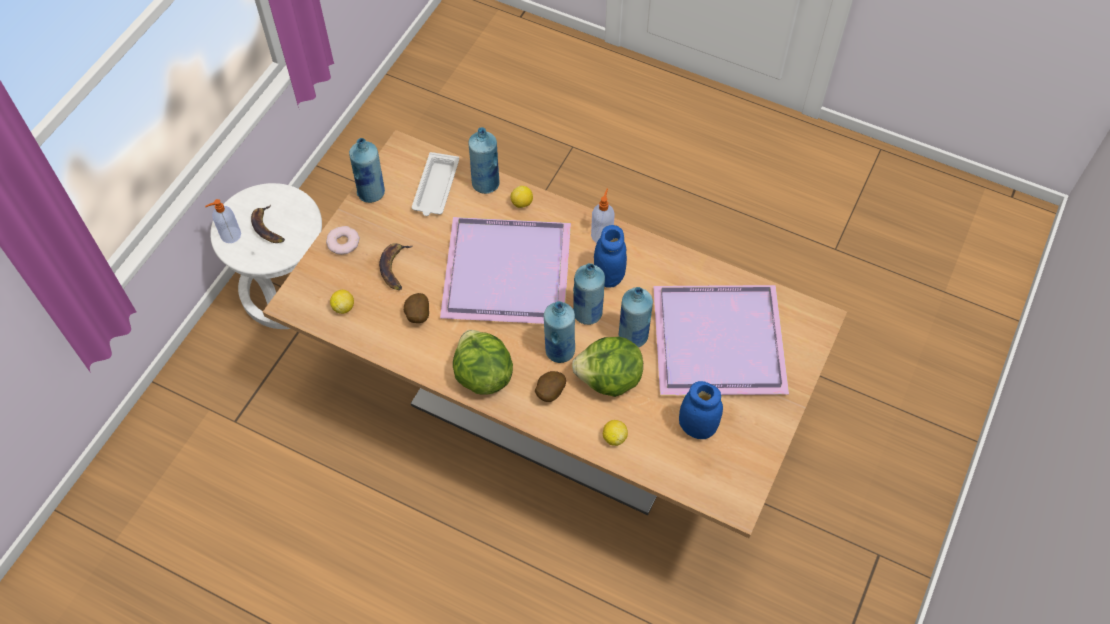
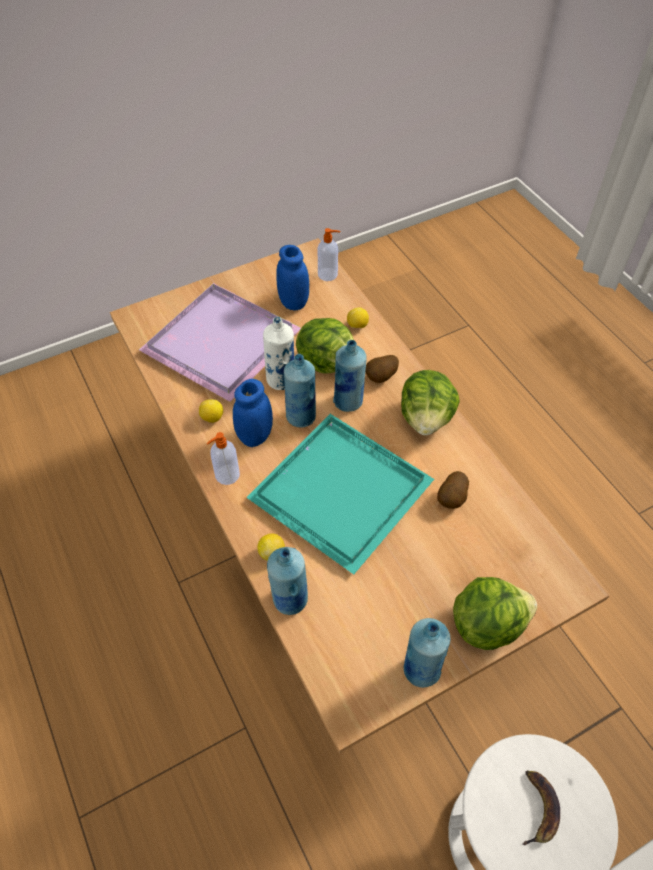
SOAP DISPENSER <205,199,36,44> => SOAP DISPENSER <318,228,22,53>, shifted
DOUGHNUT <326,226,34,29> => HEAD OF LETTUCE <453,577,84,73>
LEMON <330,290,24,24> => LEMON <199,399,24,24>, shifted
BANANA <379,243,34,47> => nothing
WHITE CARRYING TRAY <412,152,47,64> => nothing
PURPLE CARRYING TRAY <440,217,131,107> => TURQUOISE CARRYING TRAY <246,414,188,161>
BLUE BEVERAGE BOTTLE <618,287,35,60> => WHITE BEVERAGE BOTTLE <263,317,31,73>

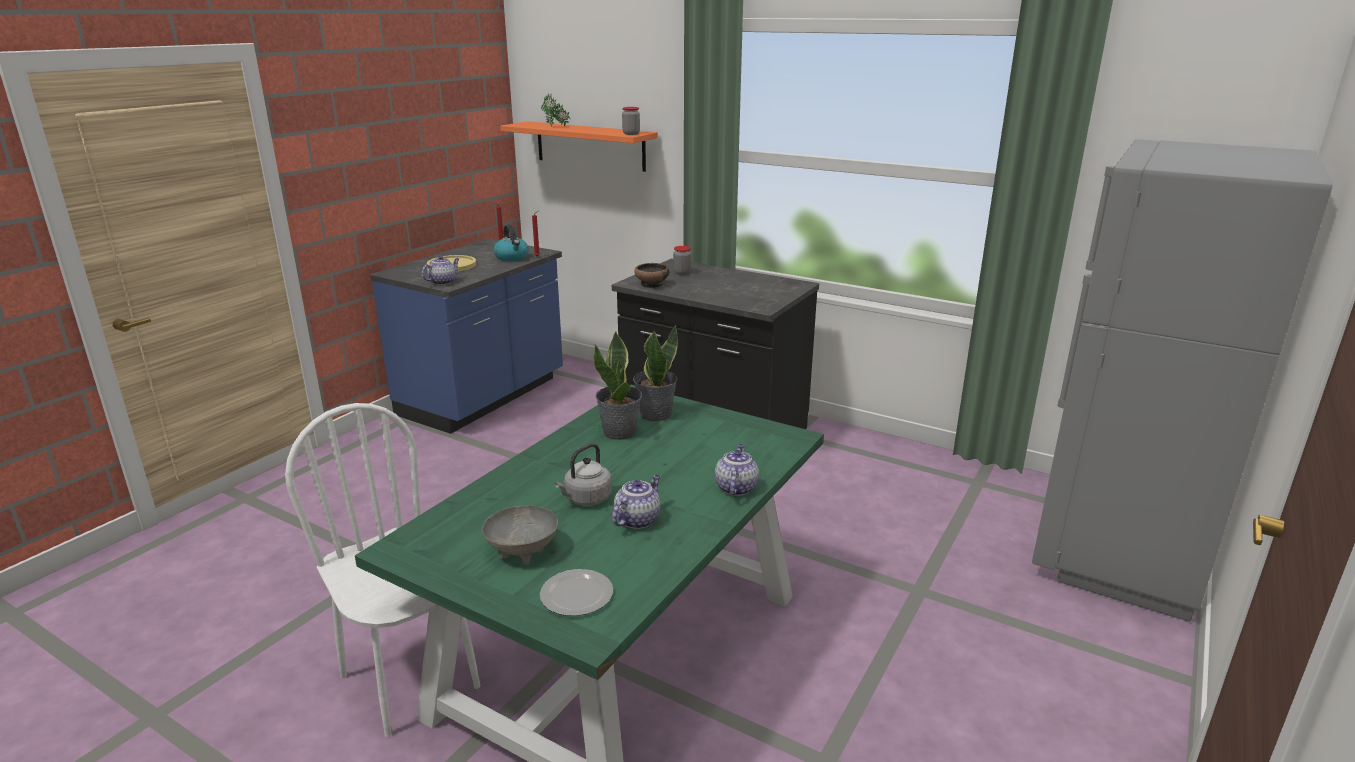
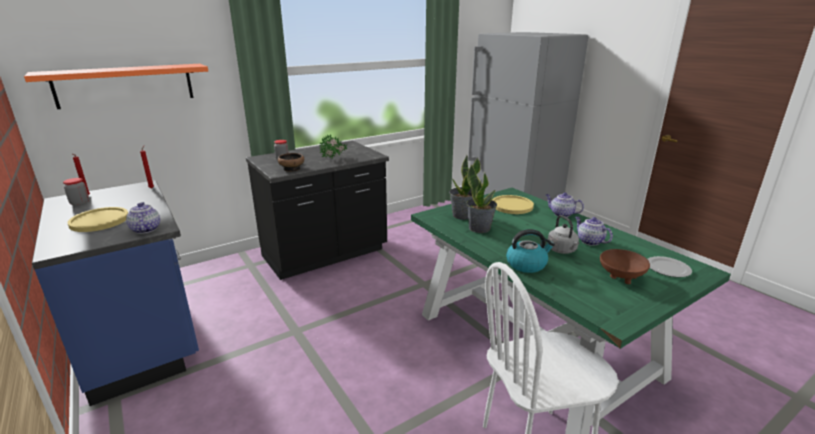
GRAY SERVING BOWL <482,505,76,59> => BROWN SERVING BOWL <600,249,50,35>
KETTLE <494,225,35,36> => KETTLE <506,229,49,44>, shifted
HOUSEPLANT <541,94,29,33> => HOUSEPLANT <319,134,28,25>, shifted
PRESERVE JAR <622,107,18,28> => PRESERVE JAR <63,178,26,28>, shifted
nothing => YELLOW-COLOURED FLAT DISH <492,195,42,19>

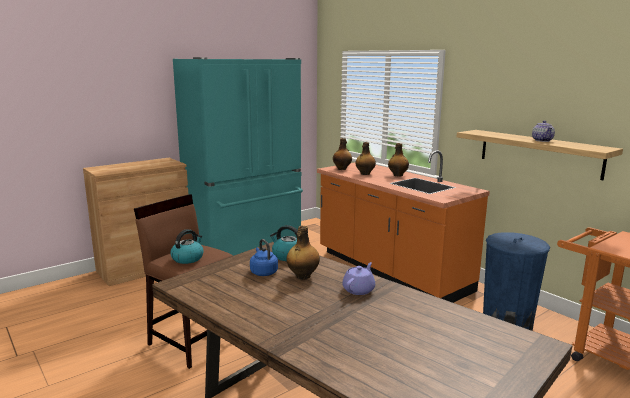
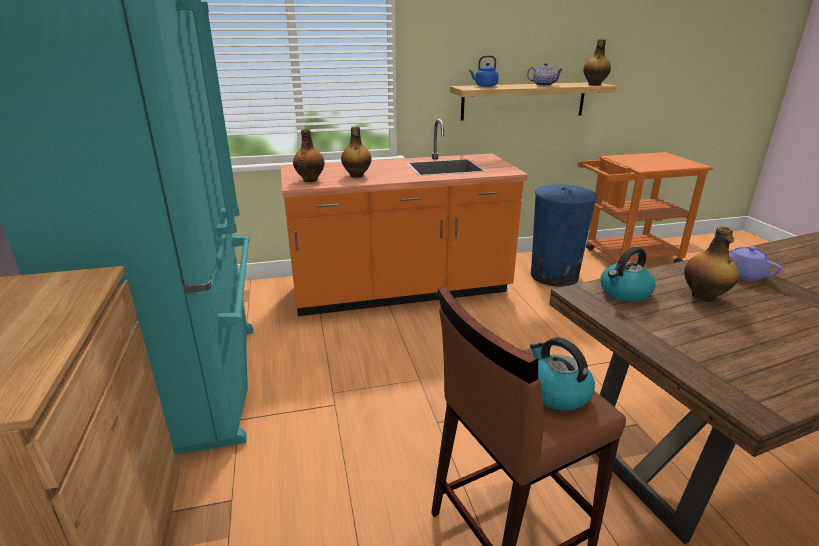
BLUE KETTLE <250,239,28,37> => BLUE KETTLE <469,55,30,32>, shifted
BEVERAGE BOTTLE <388,143,21,33> => BEVERAGE BOTTLE <583,39,28,47>, shifted

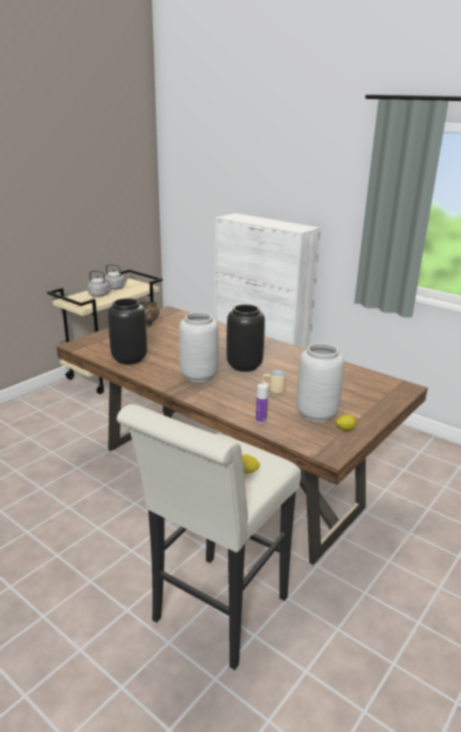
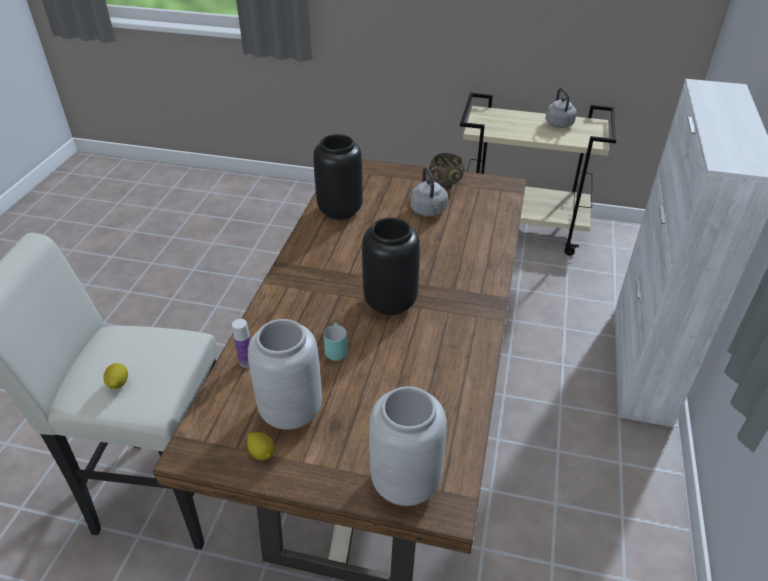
GRAY KETTLE <88,270,25,27> => GRAY KETTLE <410,167,38,50>, shifted
GRAY FLOWER VASE <179,312,40,70> => GRAY FLOWER VASE <369,386,78,120>, shifted
BEIGE MUG <262,370,24,24> => TURQUOISE MUG <323,322,25,39>

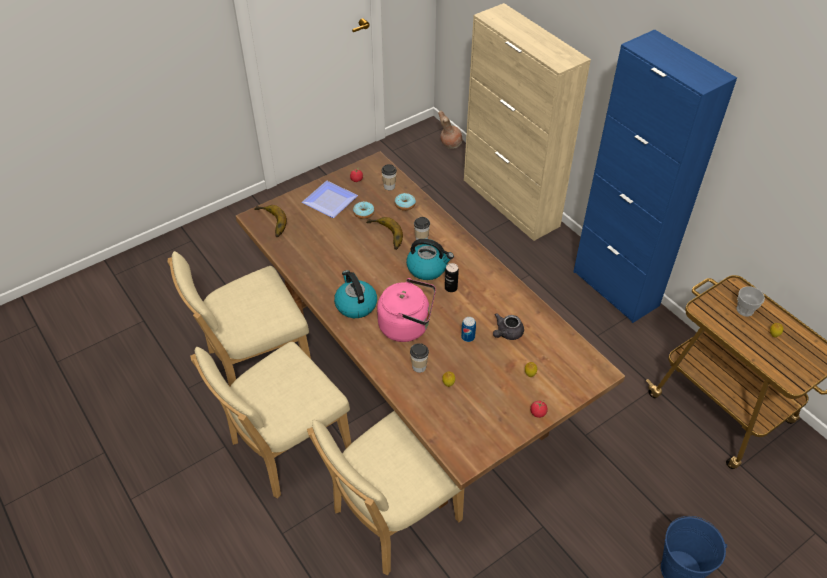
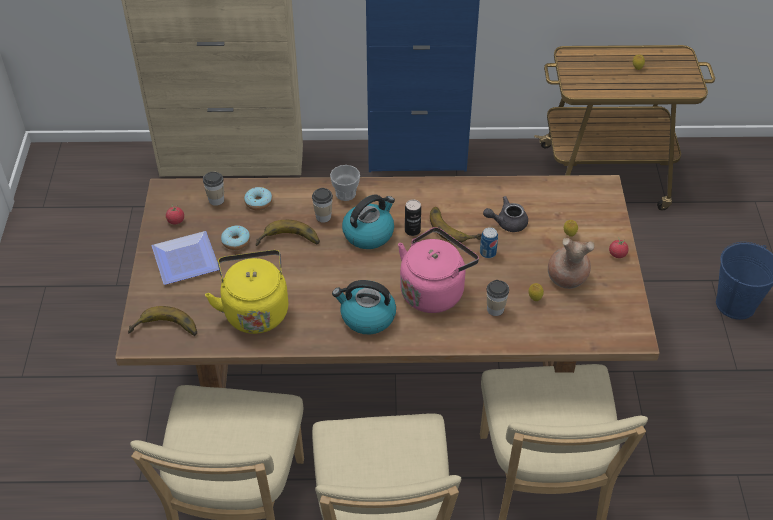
BROWN FLOWER VASE <438,111,25,38> => BROWN FLOWER VASE <548,238,46,51>, shifted
GRAY TEAPOT <493,313,31,27> => GRAY TEAPOT <483,196,45,36>, 90 degrees clockwise
DRINKING CUP <736,286,29,31> => DRINKING CUP <330,165,30,36>, shifted
nothing => YELLOW-COLOURED KETTLE <205,250,83,84>
nothing => BANANA <430,207,52,36>

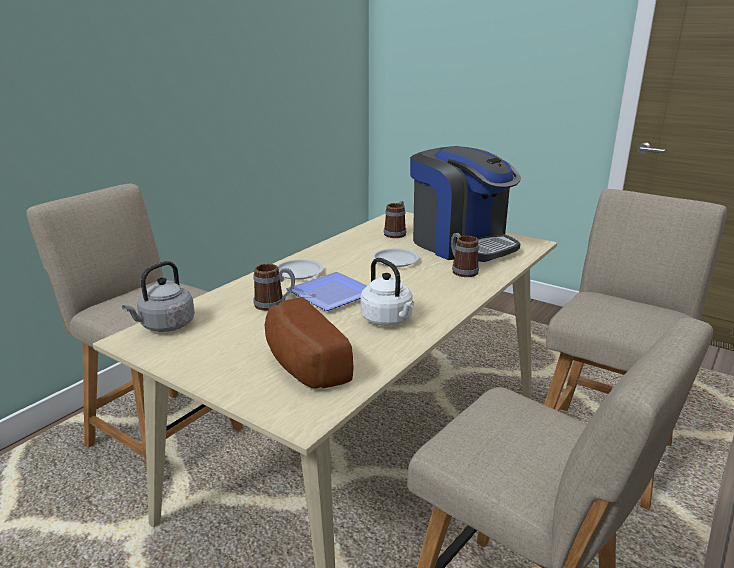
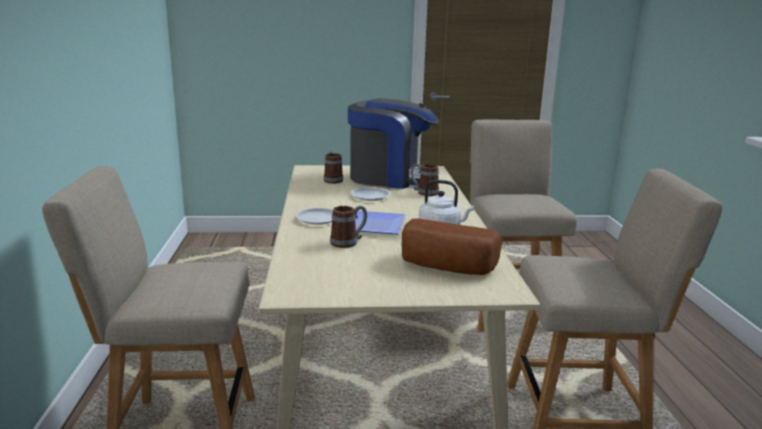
GRAY KETTLE <122,261,73,71> => nothing

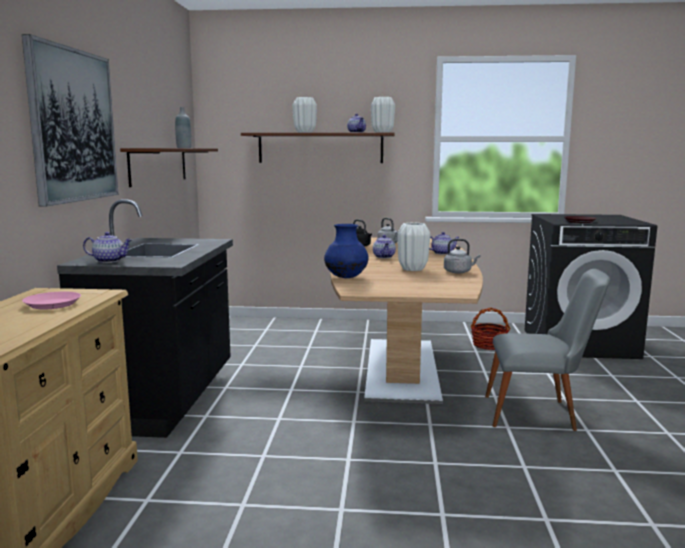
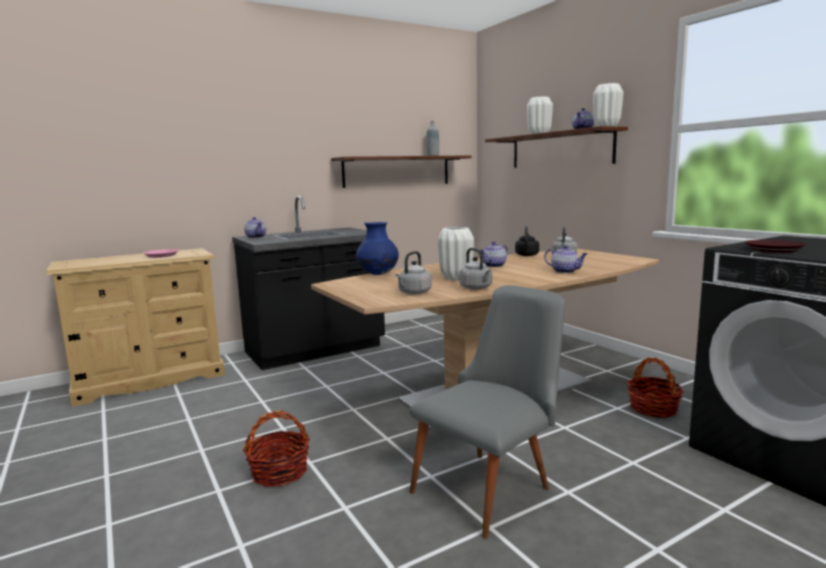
WALL PICTURE <22,34,97,173> => nothing
GRAY PLAIN CHAIR <485,269,125,162> => GRAY PLAIN CHAIR <409,285,156,254>, 105 degrees counterclockwise
nothing => STORAGE BASKET <243,411,67,76>
nothing => GRAY KETTLE <395,251,37,43>

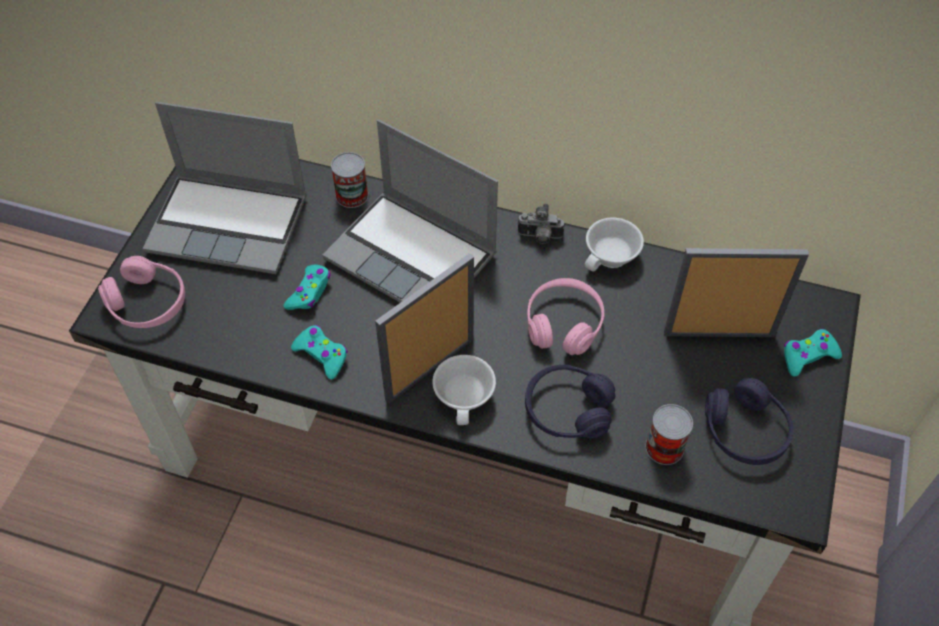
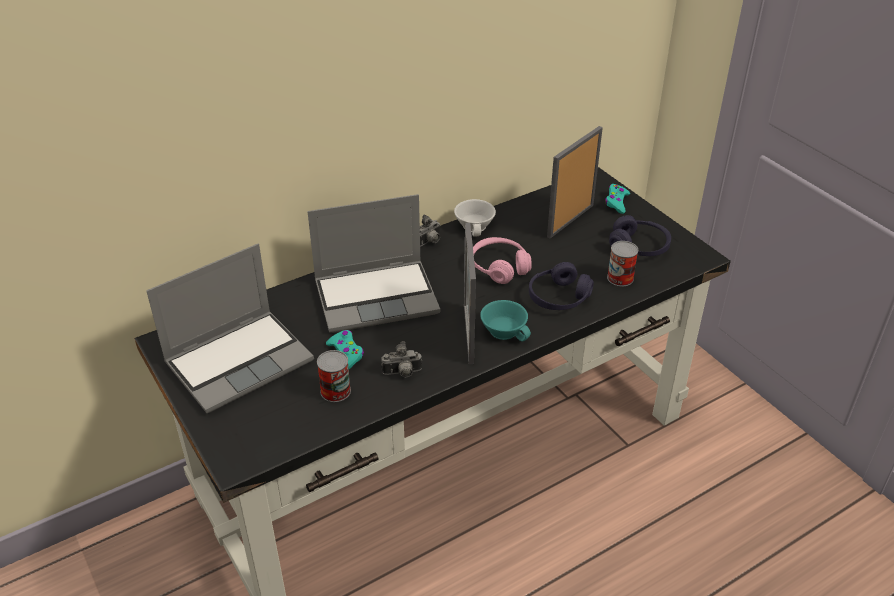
PINK PAIR OF HEADPHONES <98,256,87,72> => nothing
TURQUOISE GAMEPAD <291,325,57,54> => PHOTO CAMERA <381,341,41,36>
METAL CAN <331,152,37,56> => METAL CAN <317,350,34,52>, shifted
WHITE DRINKING CUP <432,355,64,70> => TURQUOISE DRINKING CUP <480,300,51,42>

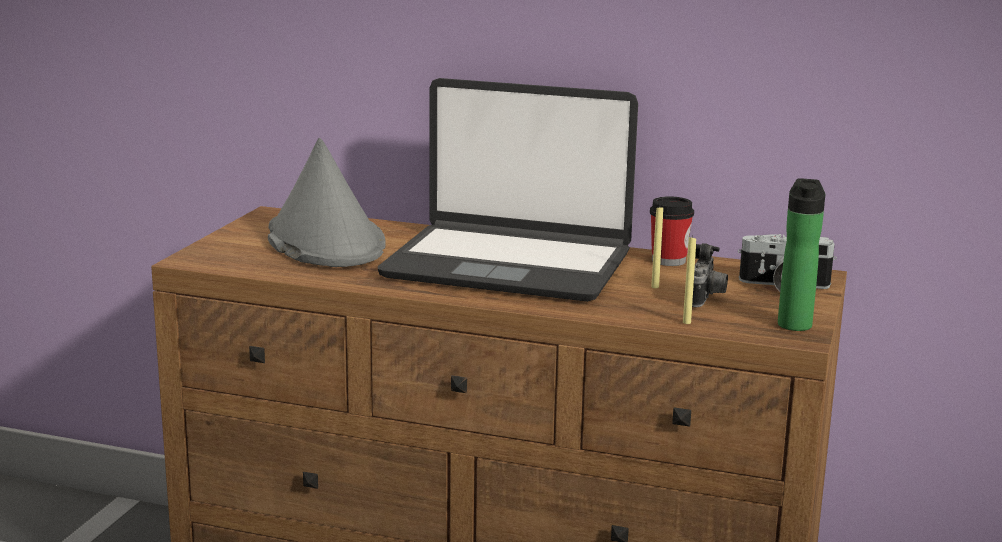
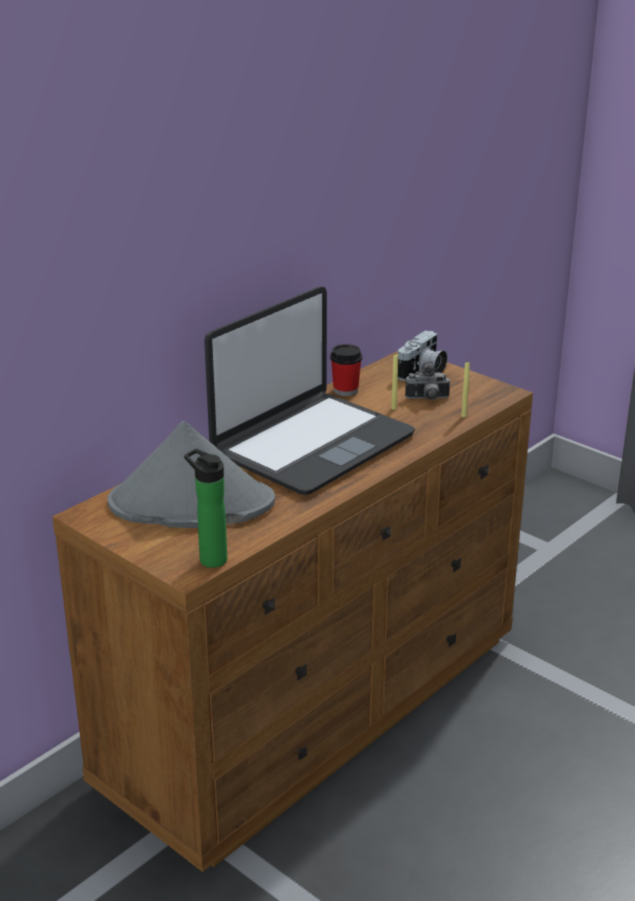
PHOTO CAMERA <692,243,36,65> => PHOTO CAMERA <405,361,46,39>, 135 degrees clockwise
BEVERAGE BOTTLE <778,178,47,153> => BEVERAGE BOTTLE <184,448,43,120>, shifted

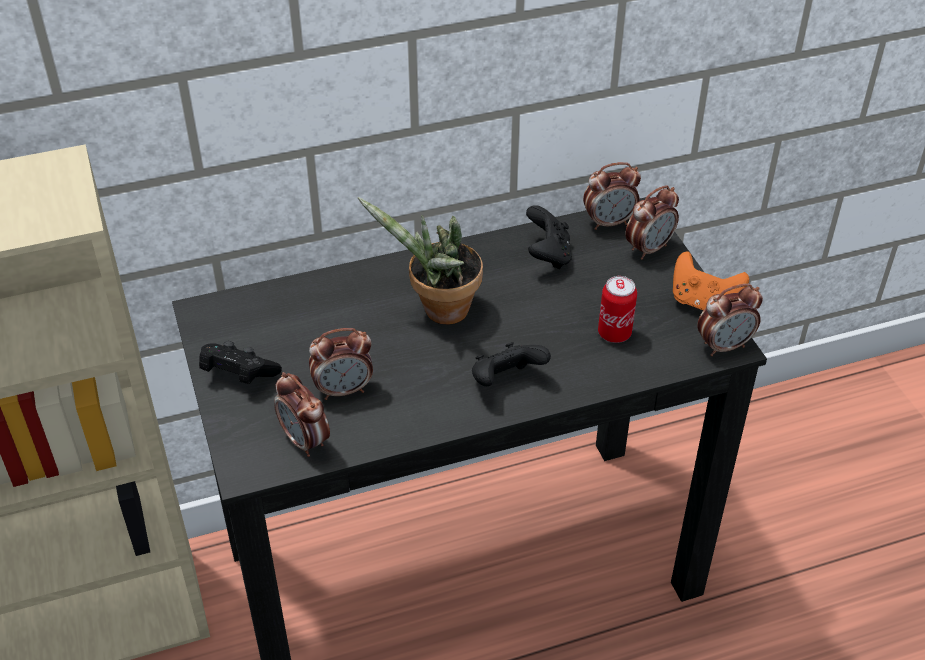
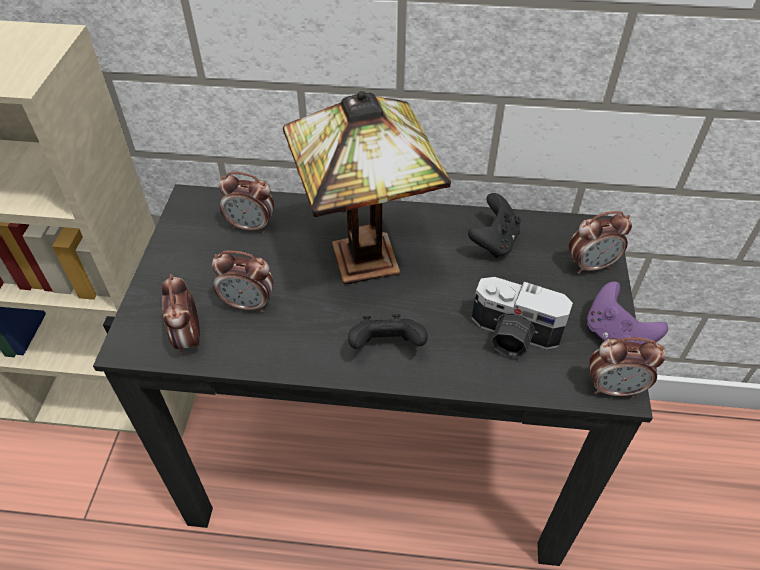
BLACK GAMEPAD <199,341,83,43> => nothing
HOUSEPLANT <358,197,125,127> => TABLETOP LAMP <283,91,168,193>
ALARM CLOCK <583,162,58,68> => ALARM CLOCK <219,172,55,61>, shifted
METAL CAN <598,276,39,67> => PHOTO CAMERA <472,277,101,81>
ORANGE GAMEPAD <673,251,76,59> => PURPLE GAMEPAD <587,281,81,63>

